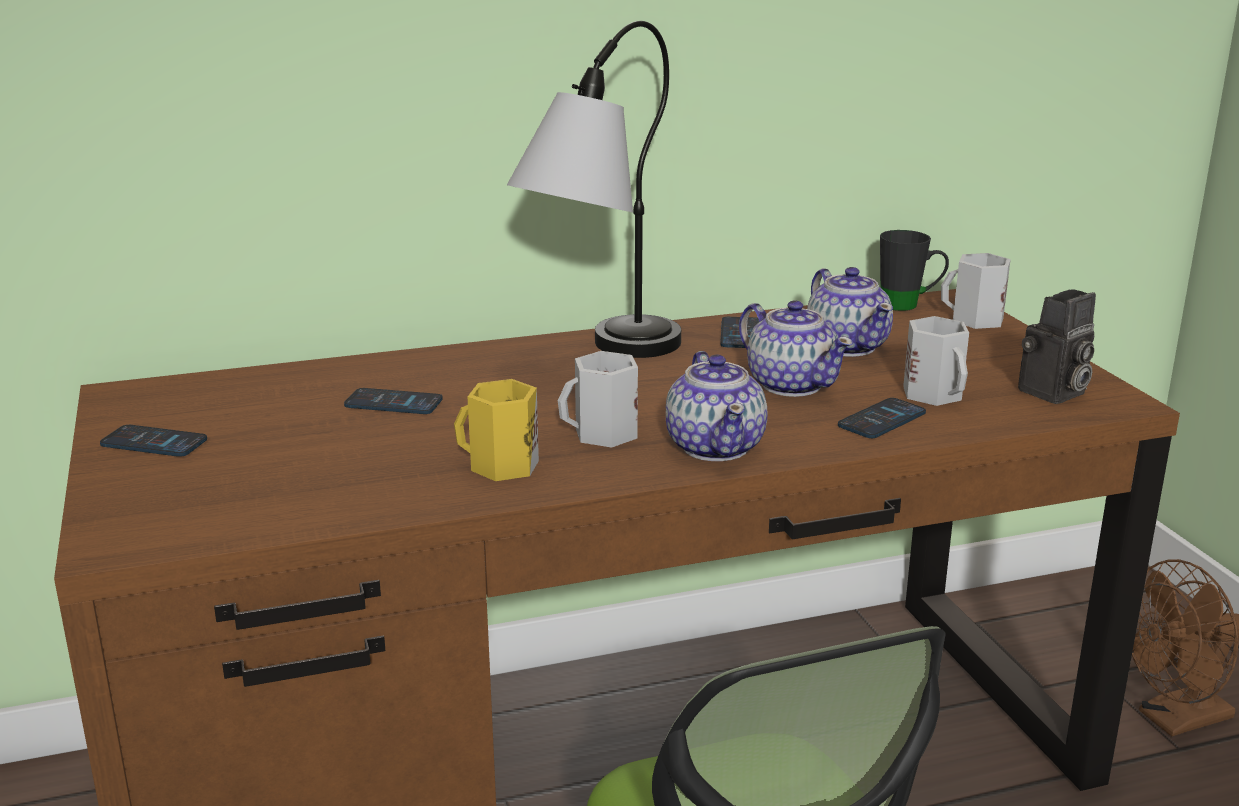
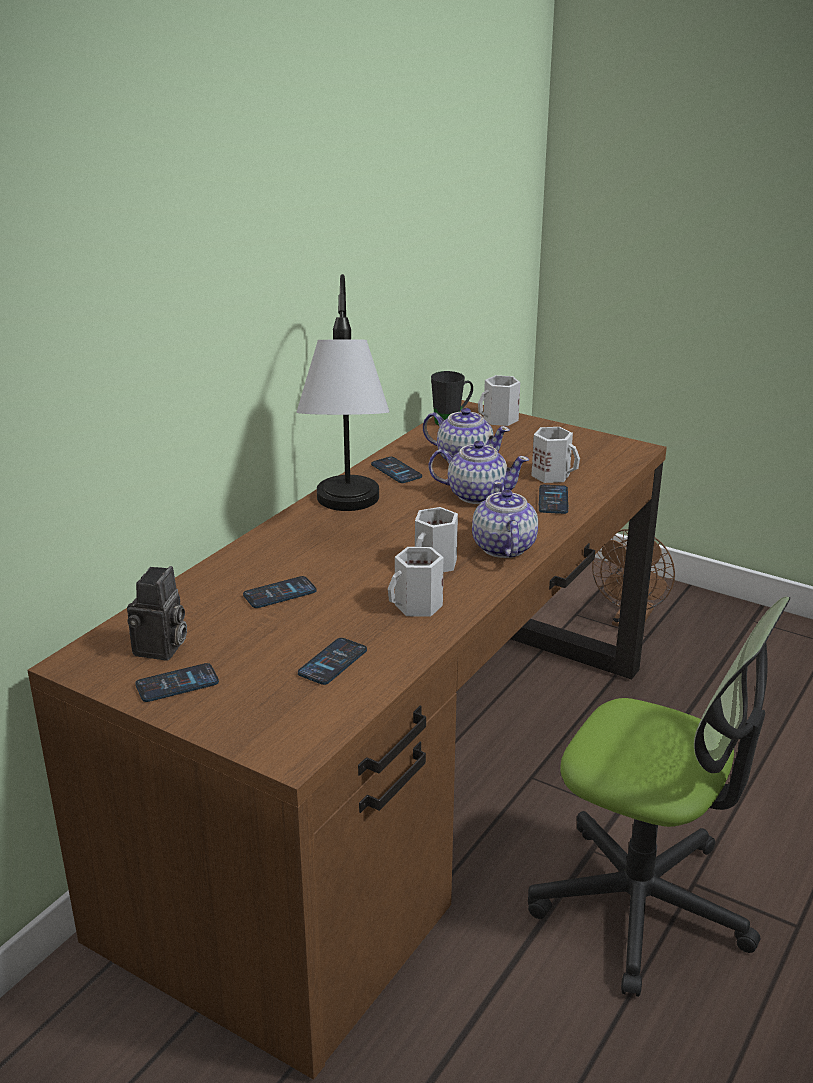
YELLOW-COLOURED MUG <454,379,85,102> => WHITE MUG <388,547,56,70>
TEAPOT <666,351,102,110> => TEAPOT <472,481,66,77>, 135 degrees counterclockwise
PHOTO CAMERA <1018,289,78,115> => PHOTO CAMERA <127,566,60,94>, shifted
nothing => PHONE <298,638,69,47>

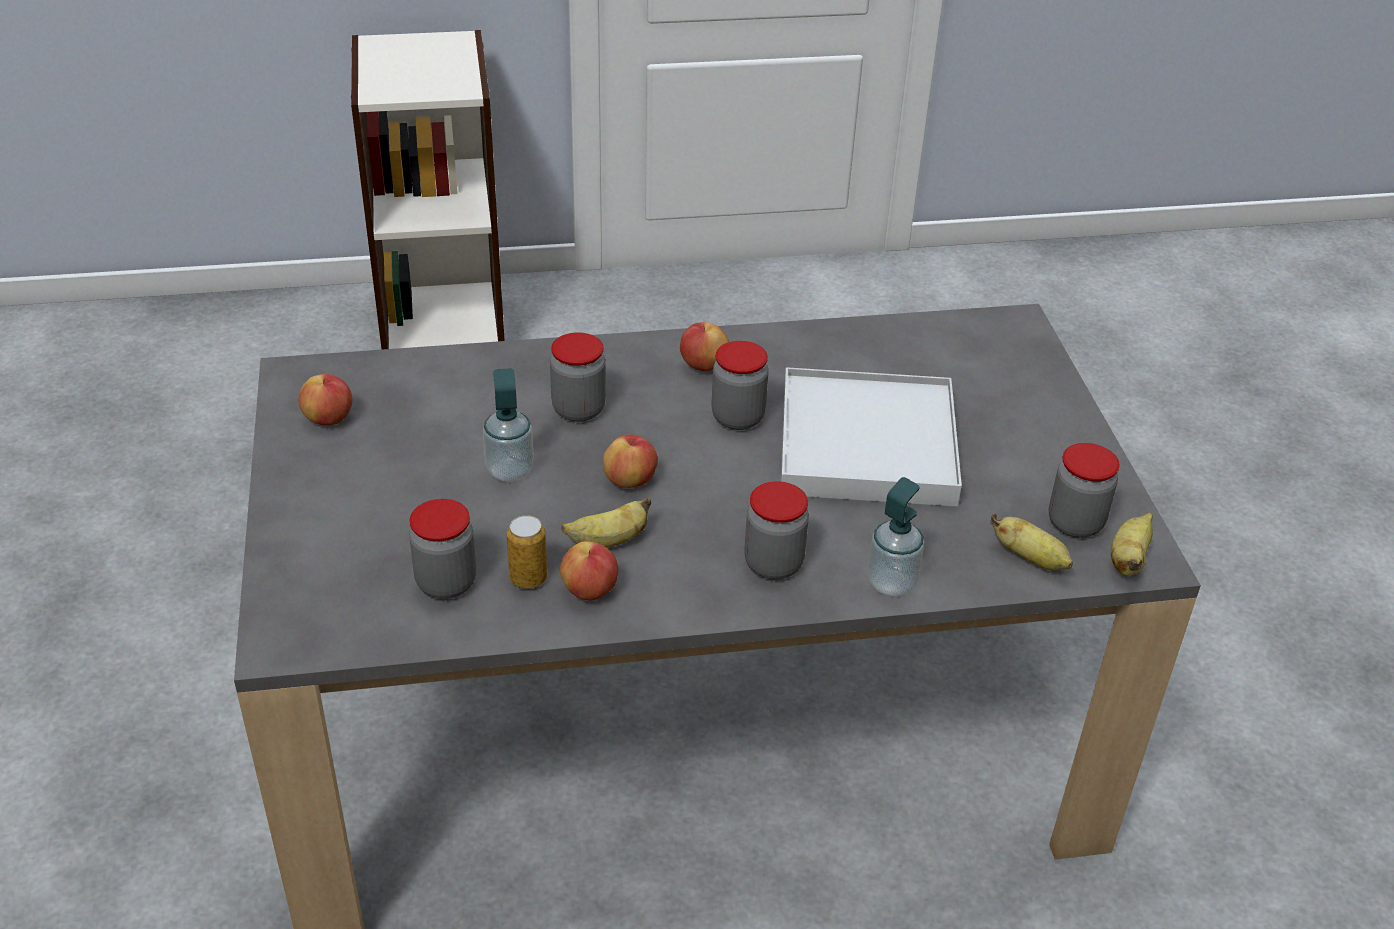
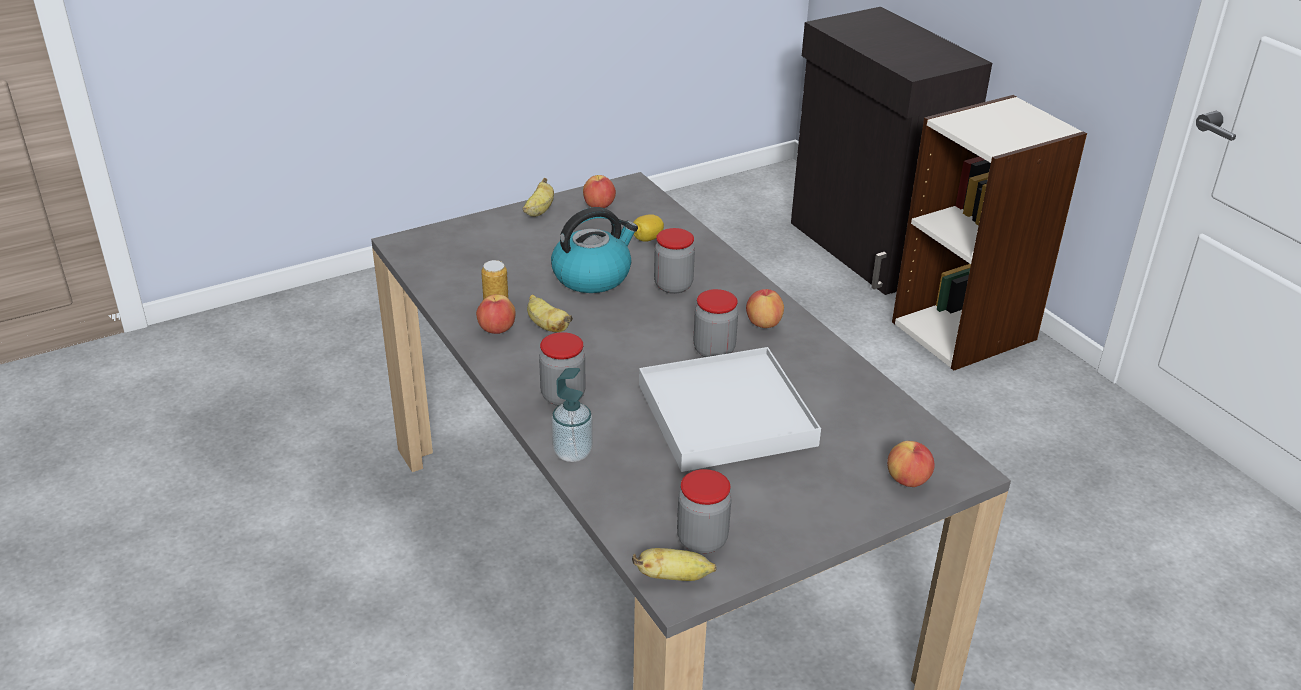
PRESERVE JAR <409,499,67,100> => nothing
SOAP DISPENSER <483,368,51,114> => KETTLE <551,207,87,86>
APPLE <603,434,55,54> => APPLE <887,441,48,46>, shifted
BANANA <991,513,82,57> => BANANA <523,178,31,39>, shifted
nothing => LEMON <633,214,31,28>
nothing => BLACK CABINET <791,7,201,288>

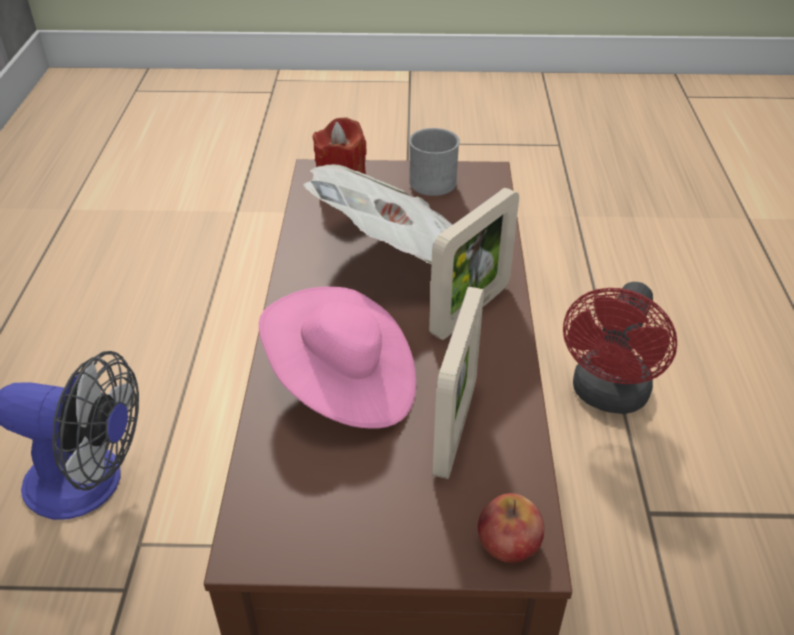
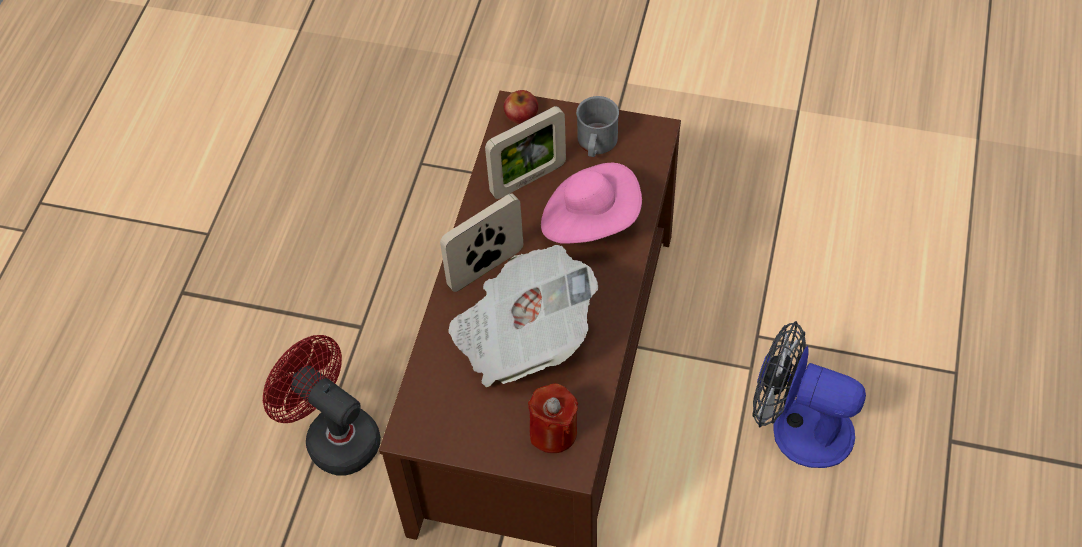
GRAY MUG <409,128,51,68> => GRAY MUG <576,96,43,61>, shifted
PICTURE FRAME <433,286,51,193> => PICTURE FRAME <485,106,81,93>, 150 degrees counterclockwise
RED FAN <563,282,114,132> => RED FAN <263,335,118,141>, 90 degrees counterclockwise

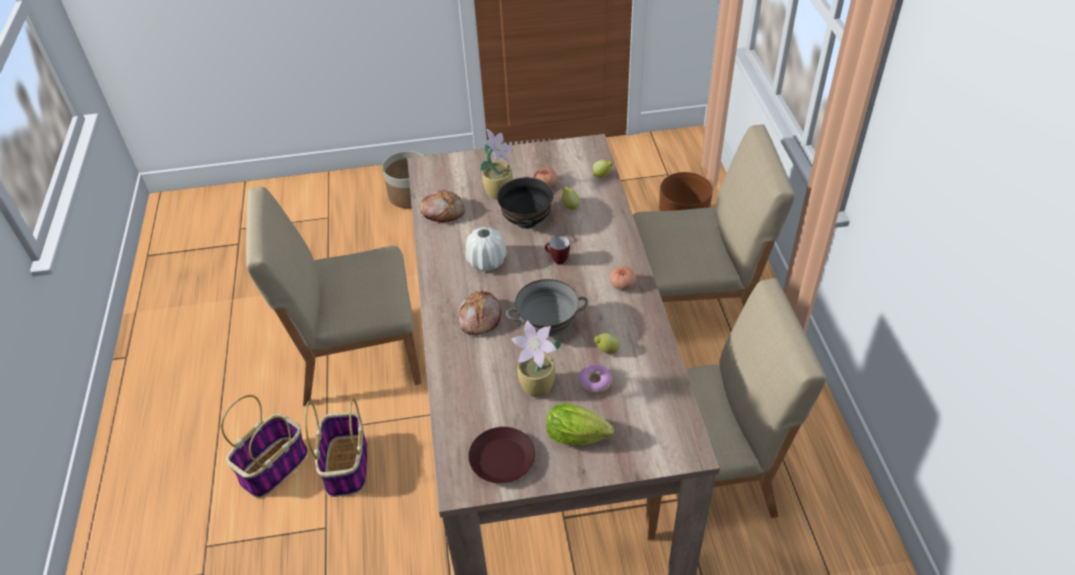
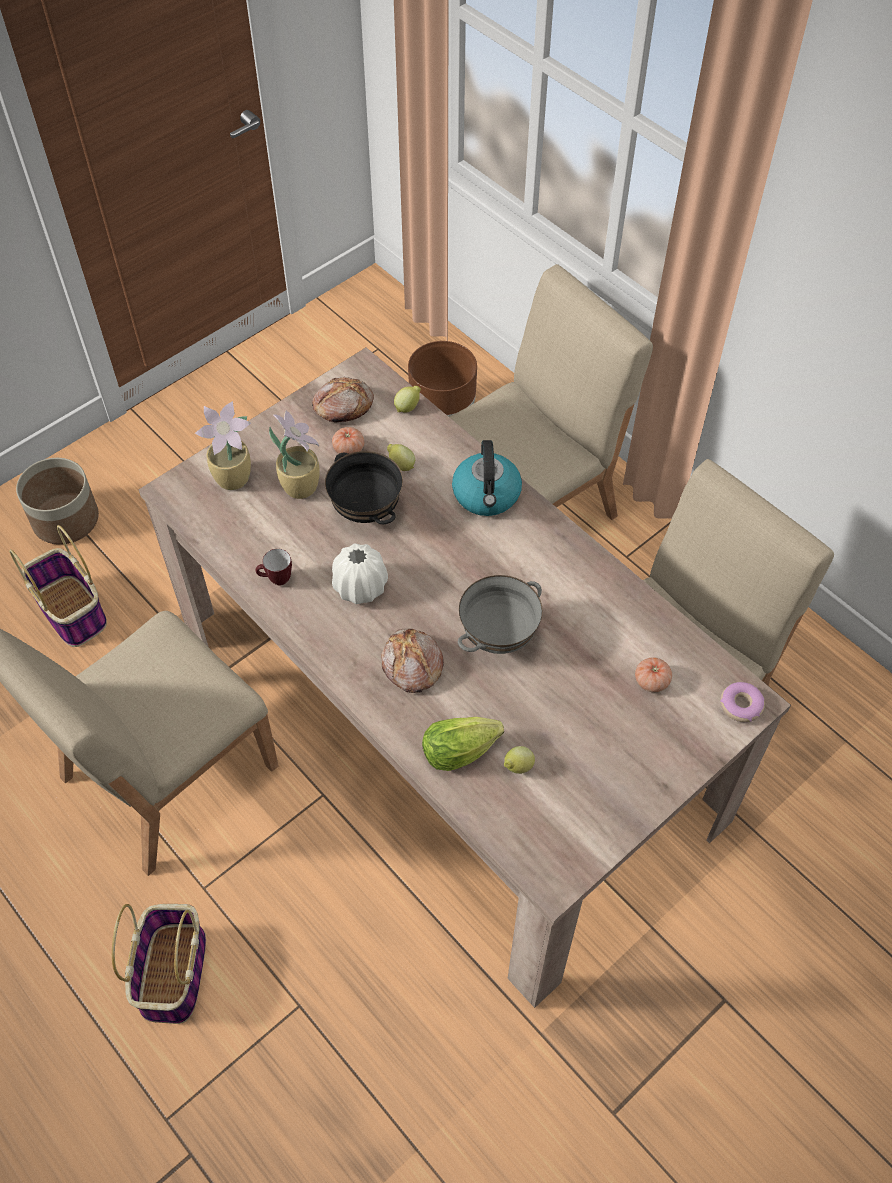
STORAGE BASKET <305,398,62,99> => STORAGE BASKET <9,525,98,122>, shifted
BAKERY BREAD <420,189,45,33> => BAKERY BREAD <312,377,62,45>, shifted
BROWN FLAT DISH <468,427,67,56> => nothing
HOUSEPLANT <511,320,50,77> => HOUSEPLANT <195,401,56,89>, shifted
MUG <545,236,25,29> => MUG <256,549,36,37>, shifted
HEAD OF LETTUCE <546,403,68,42> => HEAD OF LETTUCE <422,717,82,54>, shifted
DOUGHNUT <578,364,34,30> => DOUGHNUT <720,682,45,40>, shifted
LEMON <594,333,26,21> => LEMON <504,746,31,28>, shifted
FRESH TOMATO <610,266,26,24> => FRESH TOMATO <635,657,37,35>, shifted
nothing => KETTLE <452,440,70,76>

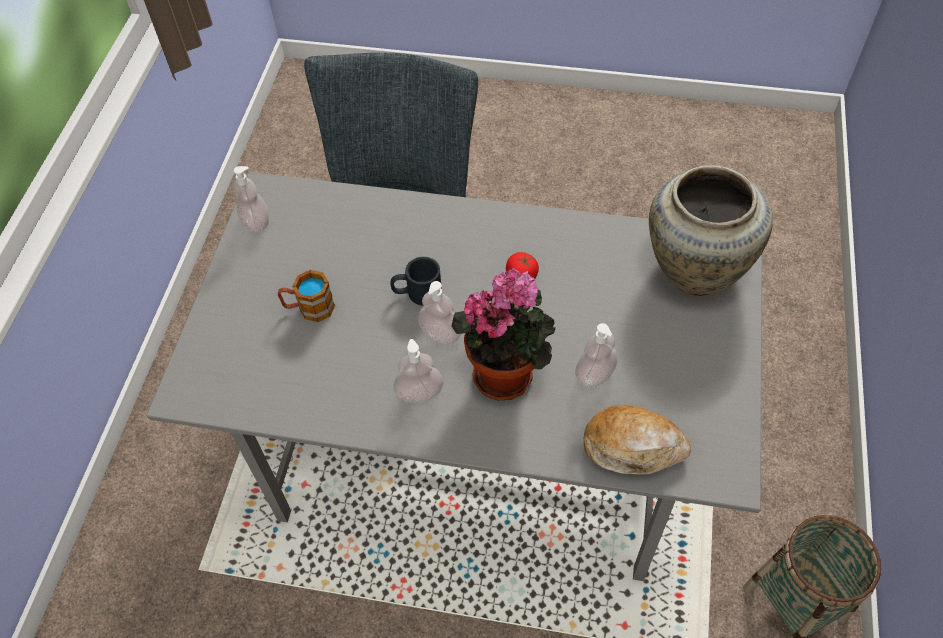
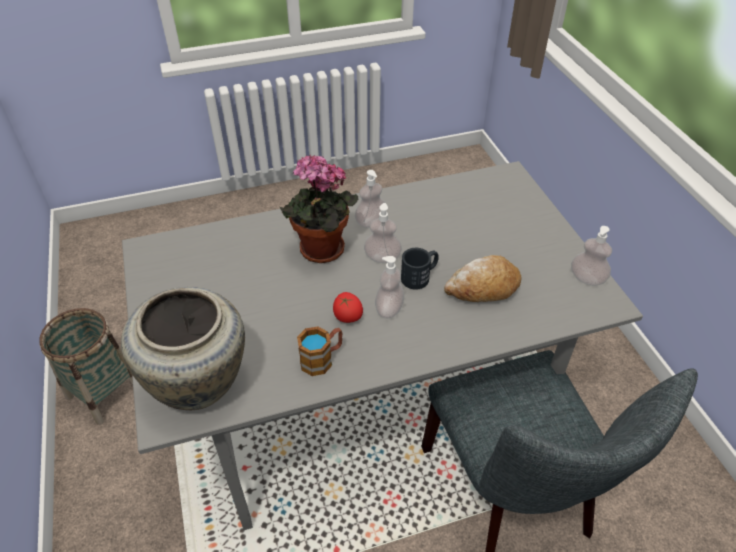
MUG <278,270,57,52> => MUG <297,326,45,50>, shifted
SOAP DISPENSER <575,323,42,65> => SOAP DISPENSER <375,256,29,62>, shifted
BAKERY BREAD <584,405,107,70> => BAKERY BREAD <444,255,77,47>, shifted

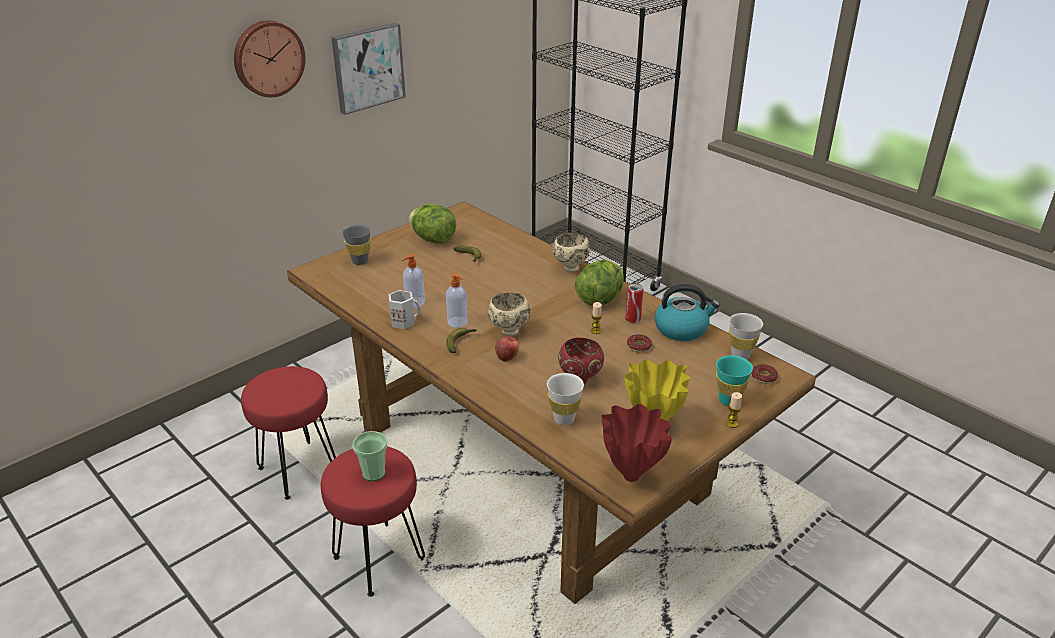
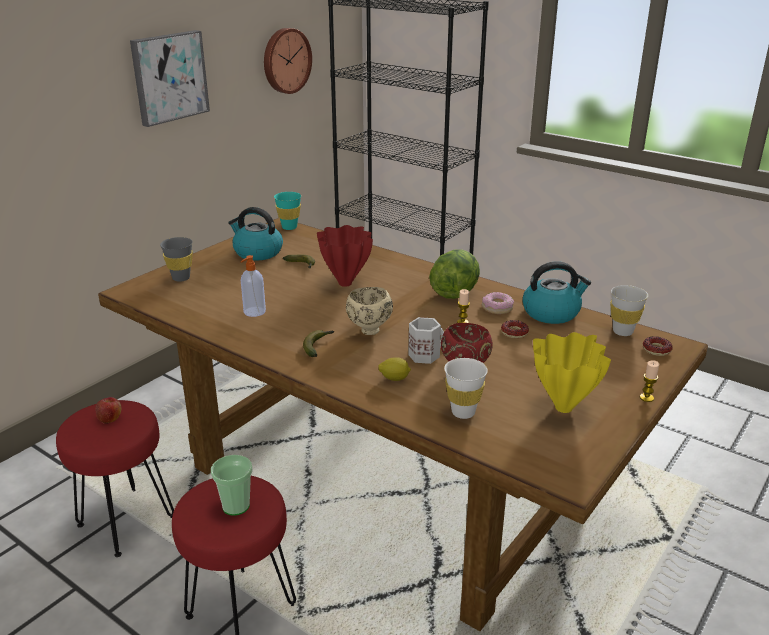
WALL CLOCK <234,20,71,78> => WALL CLOCK <264,28,48,66>, shifted
WHITE MUG <389,290,32,39> => WHITE MUG <408,317,36,47>, shifted
HEAD OF LETTUCE <409,204,47,40> => KETTLE <228,207,55,54>
SOAP DISPENSER <446,273,22,55> => nothing
APPLE <495,337,24,24> => APPLE <95,397,26,27>, shifted
BEIGE SERVING BOWL <553,233,37,39> => nothing
RED FLOWER VASE <602,404,70,78> => RED FLOWER VASE <317,225,56,62>, shifted
METAL CAN <625,283,18,40> => DOUGHNUT <482,292,32,22>
TURQUOISE DRINKING CUP <716,355,37,51> => TURQUOISE DRINKING CUP <274,192,27,38>, shifted
nothing => LEMON <379,357,32,24>

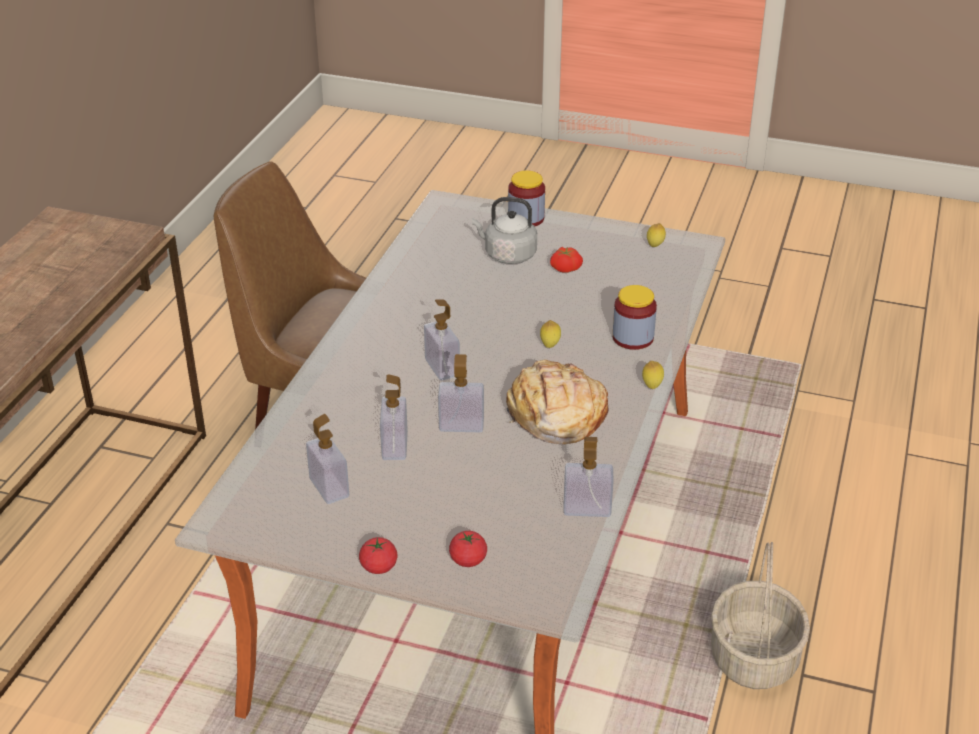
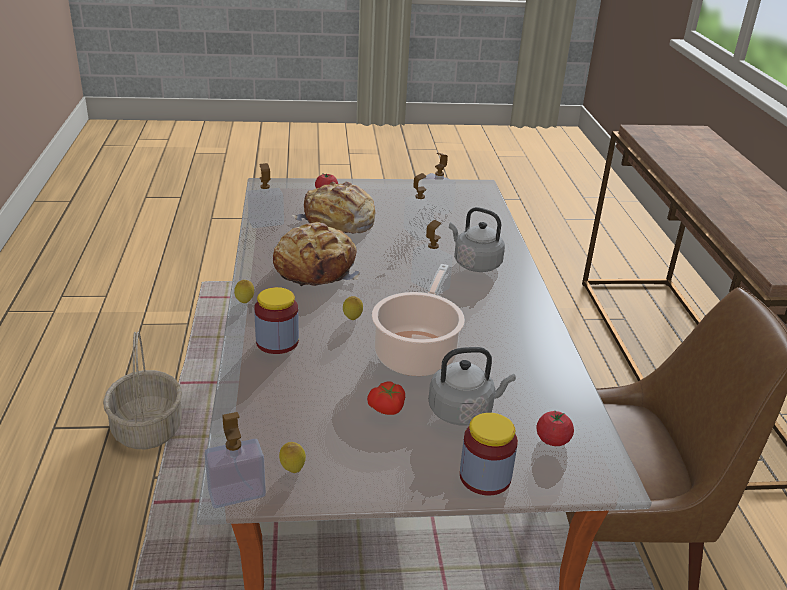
FRESH TOMATO <359,537,39,37> => FRESH TOMATO <536,411,38,35>, shifted
SOAP DISPENSER <438,354,46,78> => SOAP DISPENSER <204,412,62,96>, shifted
nothing => BAKERY BREAD <292,182,83,52>
nothing => COOKING POT <372,264,93,112>
nothing => GRAY KETTLE <449,207,56,65>

